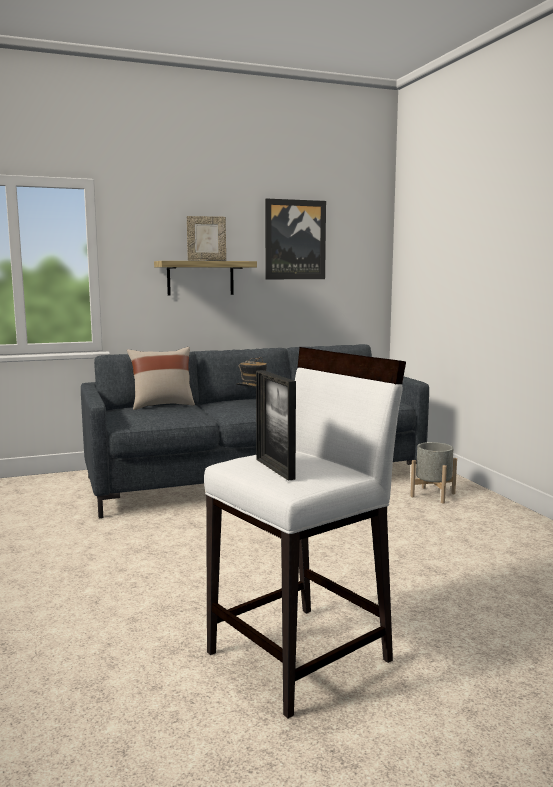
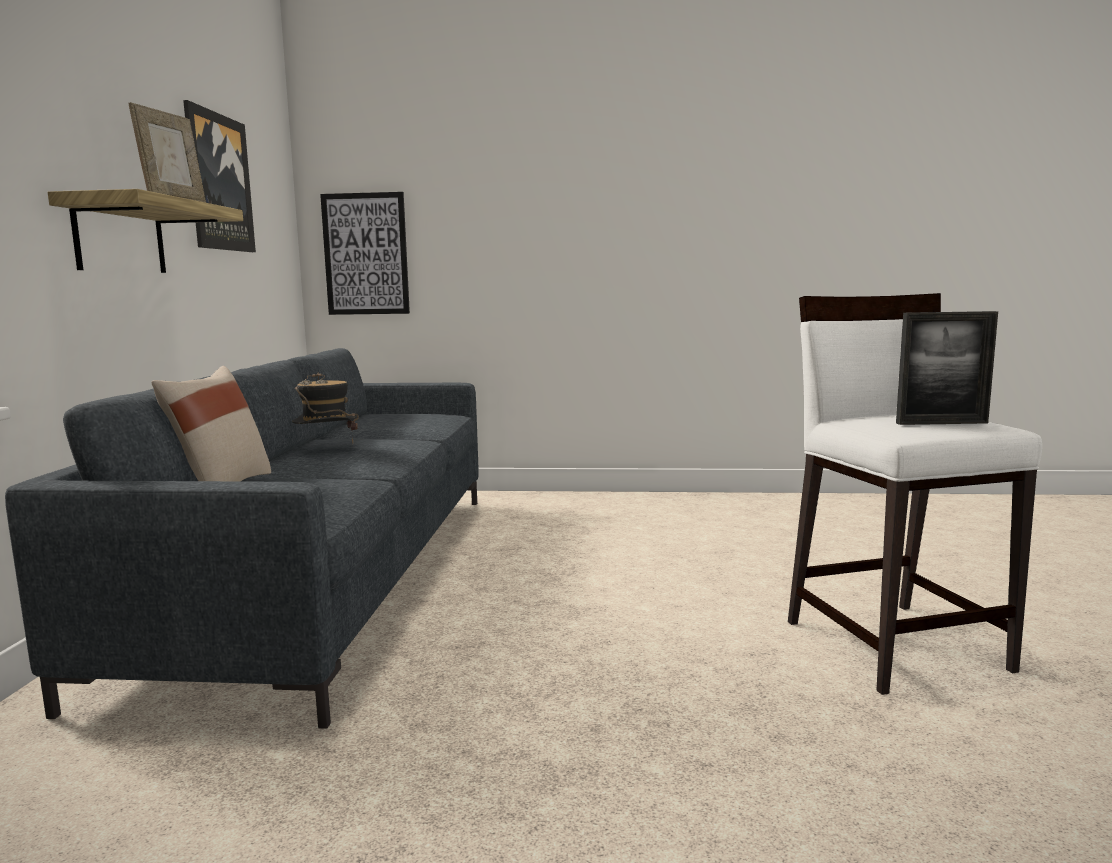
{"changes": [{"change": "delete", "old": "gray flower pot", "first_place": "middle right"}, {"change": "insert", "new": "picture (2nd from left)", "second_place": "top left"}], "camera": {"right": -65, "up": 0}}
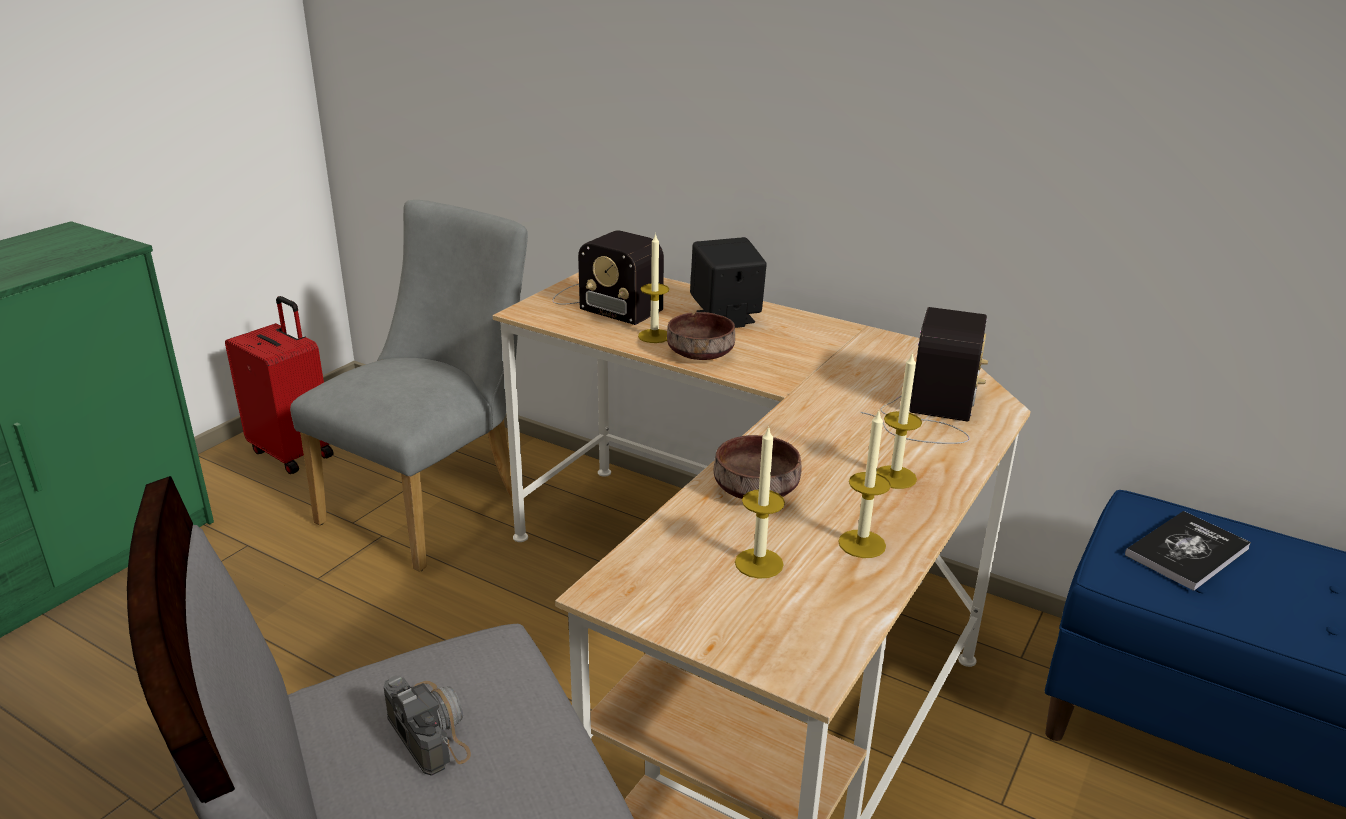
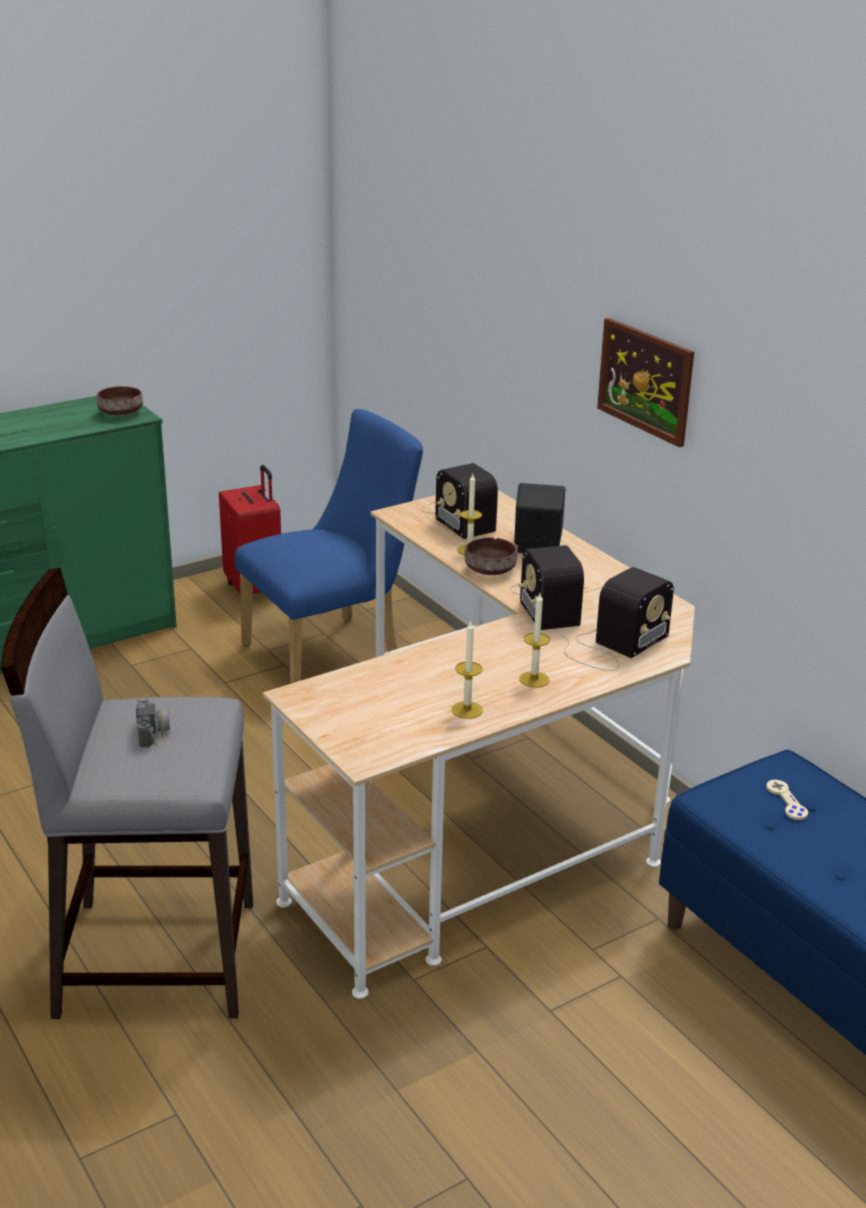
{"changes": [{"change": "delete", "old": "candle (2nd from left)", "first_place": "centre"}, {"change": "insert", "new": "radio (2nd from left)", "second_place": "centre"}, {"change": "insert", "new": "picture", "second_place": "top right"}, {"change": "move", "old": "brown-coloured serving bowl (2nd from left in the first image)", "new": "brown-coloured serving bowl (1st from left)", "first_place": "centre", "second_place": "top left"}, {"change": "replace", "old": "bound book", "new": "sand-coloured joypad", "first_place": "bottom right", "second_place": "middle right"}, {"change": "recolor", "old": "gray chair", "new": "blue chair", "first_place": "middle left", "second_place": "centre"}], "camera": {"right": 25, "up": 0}}
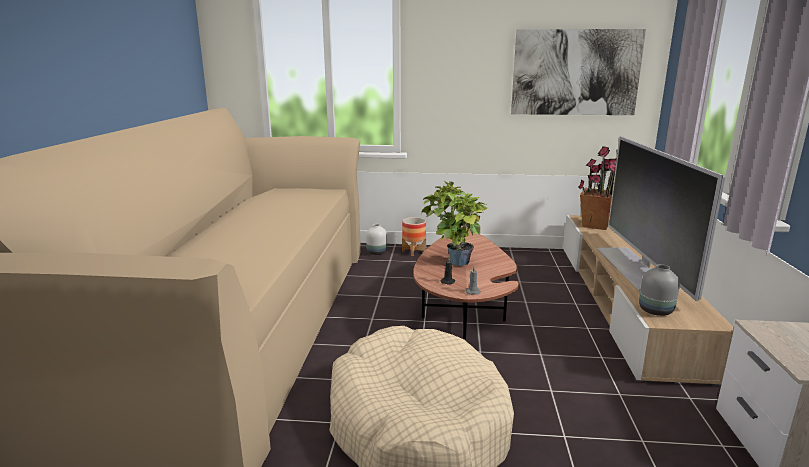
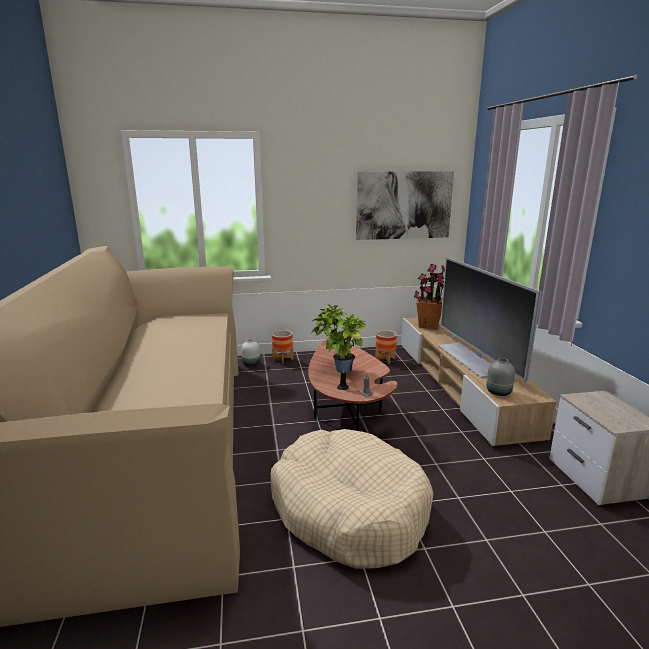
{"changes": [{"change": "insert", "new": "flower pot (2nd from left)", "second_place": "centre"}], "camera": {"right": -15, "up": 0}}
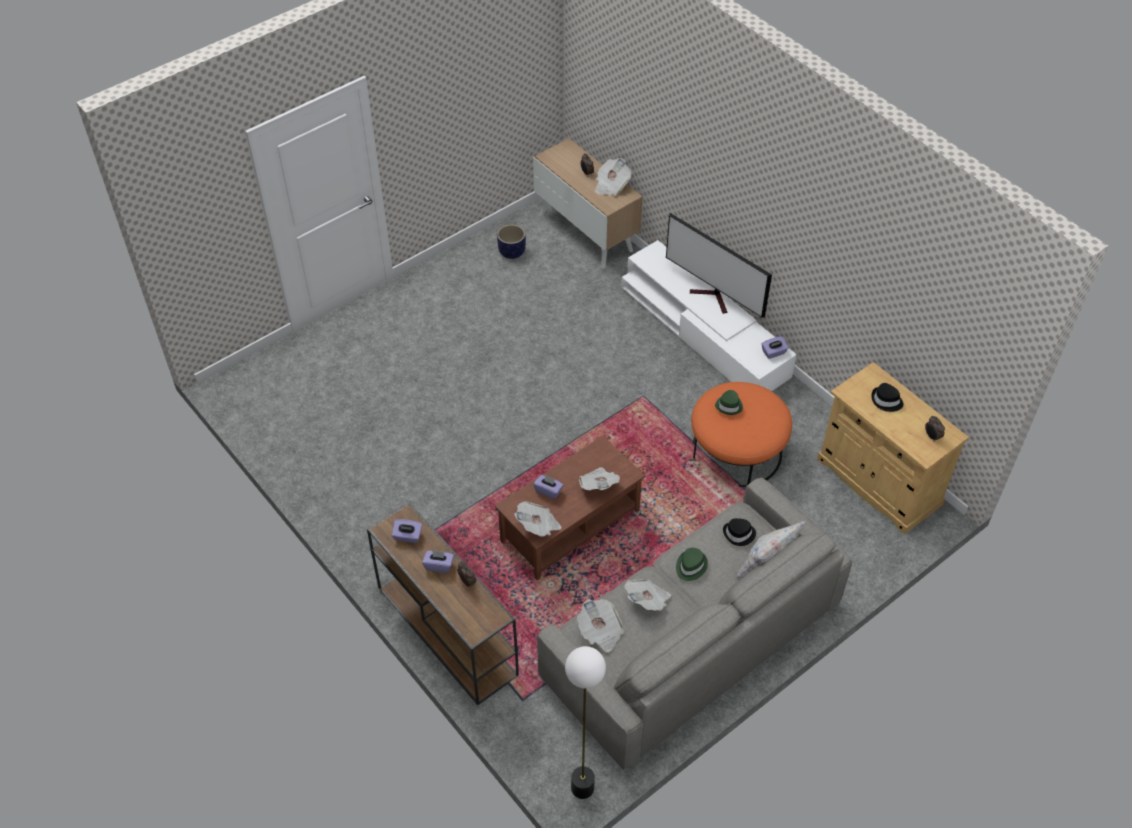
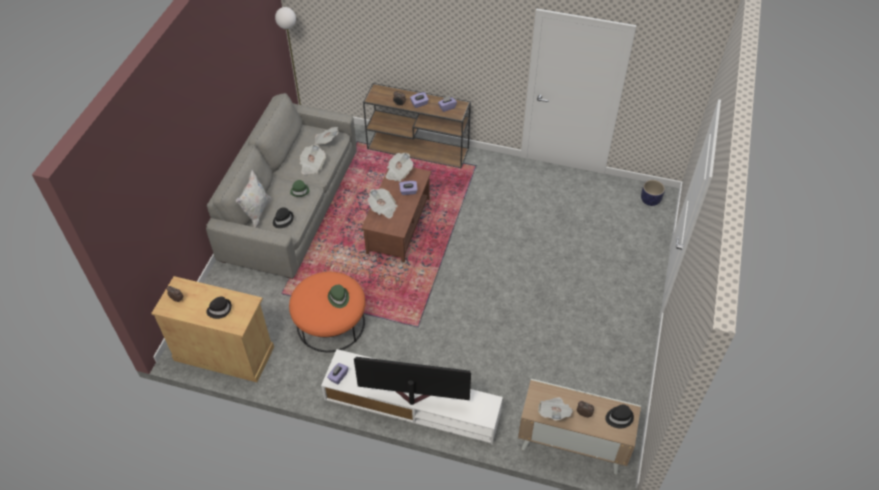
{"changes": [{"change": "insert", "new": "black wearable hat (3rd from left)", "second_place": "bottom right"}, {"change": "move", "old": "flower pot", "first_place": "top centre", "second_place": "middle right"}], "camera": {"right": 145, "up": 0}}
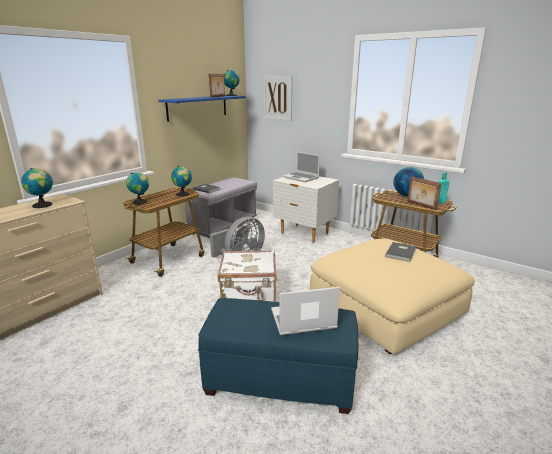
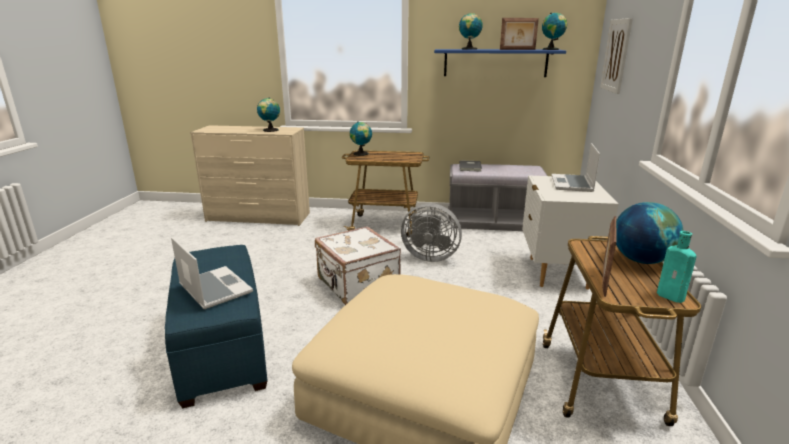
{"changes": [{"change": "delete", "old": "gray bound book (2nd from left)", "first_place": "middle right"}, {"change": "move", "old": "desk globe (3rd from left)", "first_place": "middle left", "second_place": "top centre"}], "camera": {"right": 60, "up": 0}}
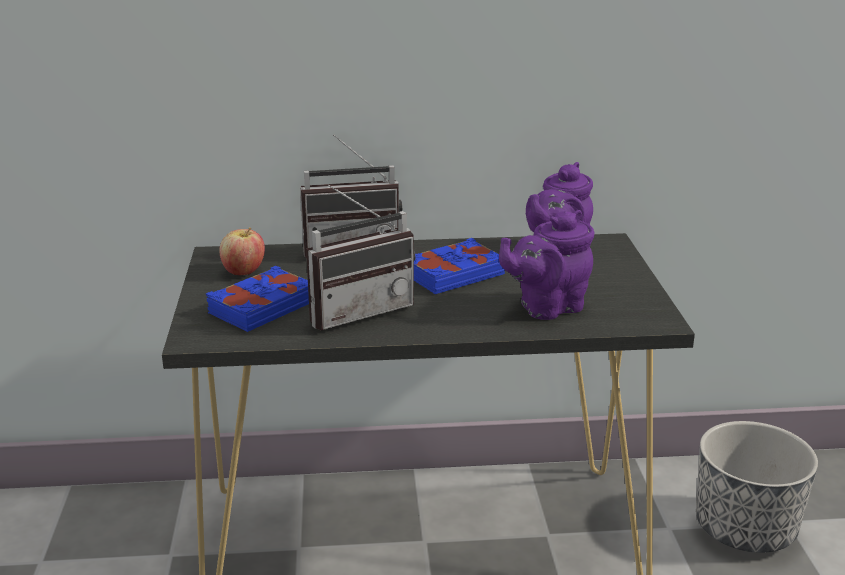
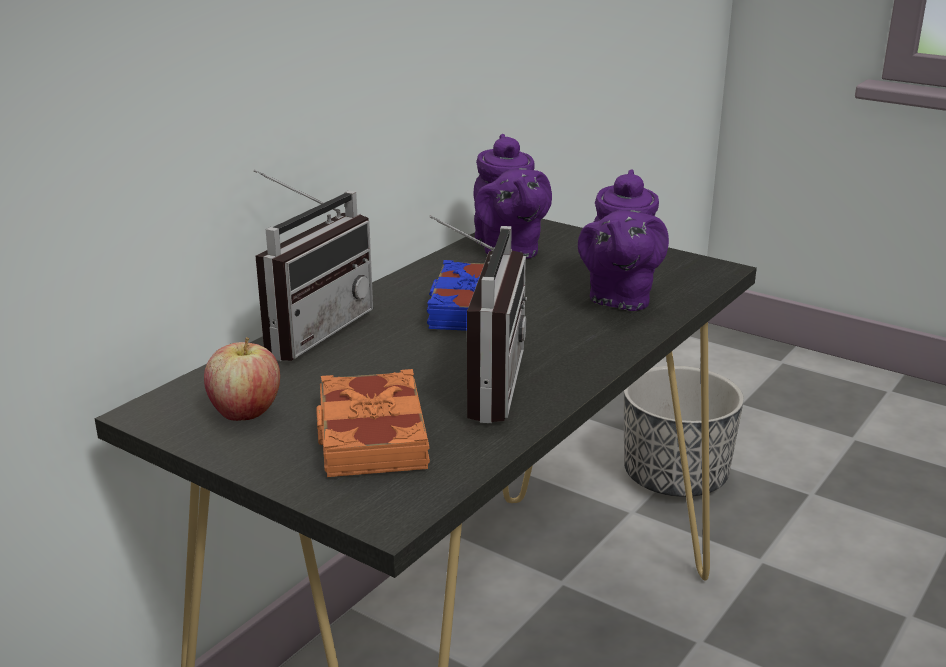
{"changes": [{"change": "recolor", "old": "blue bound book (1st from left)", "new": "orange-coloured bound book", "first_place": "middle left", "second_place": "centre"}], "camera": {"right": -50, "up": 0}}
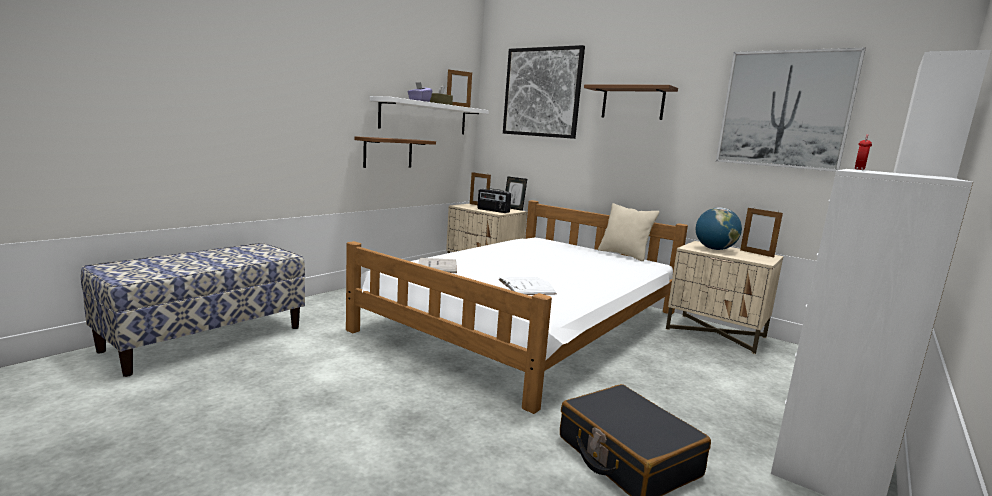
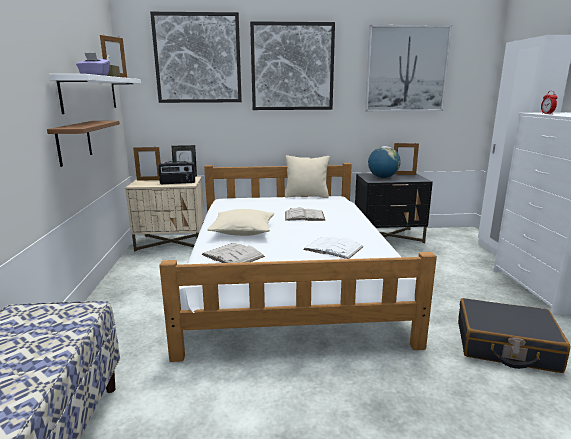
{"changes": [{"change": "insert", "new": "sand-coloured cushion (1st from left)", "second_place": "centre"}, {"change": "insert", "new": "white bound book (2nd from left)", "second_place": "centre"}, {"change": "replace", "old": "brown-coloured shelf (2nd from left)", "new": "picture (2nd from left)", "first_place": "top centre", "second_place": "top centre"}, {"change": "recolor", "old": "sand-coloured bedside table (2nd from left)", "new": "black bedside table", "first_place": "middle right", "second_place": "middle right"}], "camera": {"right": -40, "up": 5}}
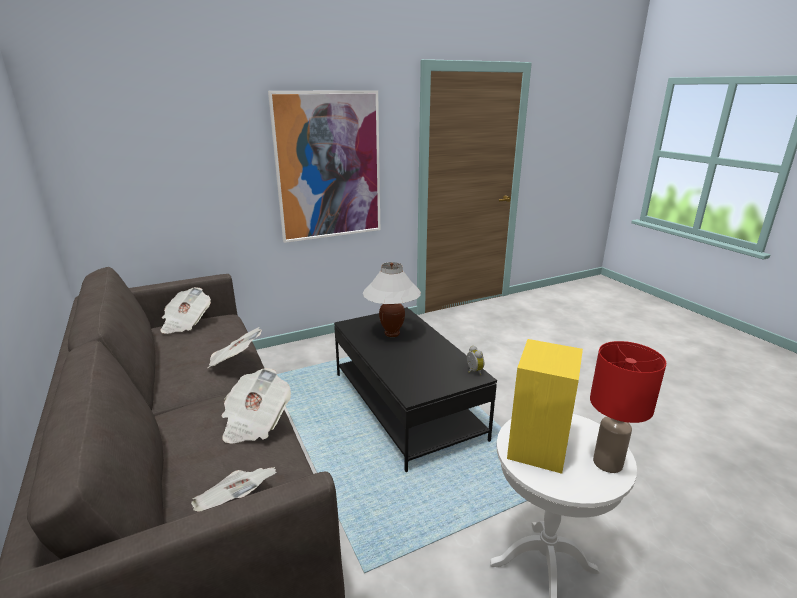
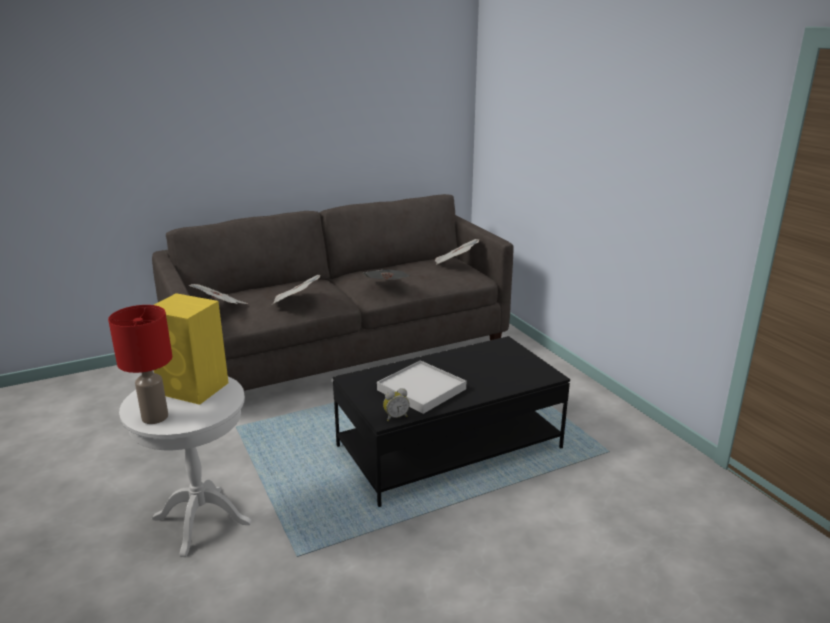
{"changes": [{"change": "delete", "old": "picture", "first_place": "top centre"}, {"change": "delete", "old": "white tabletop lamp", "first_place": "centre"}, {"change": "insert", "new": "white tray", "second_place": "centre"}], "camera": {"right": 90, "up": 0}}
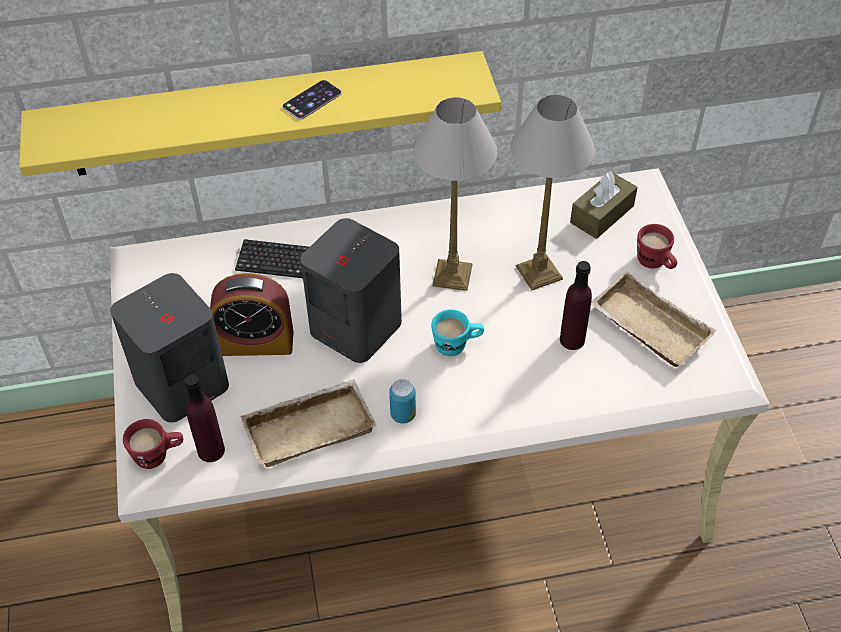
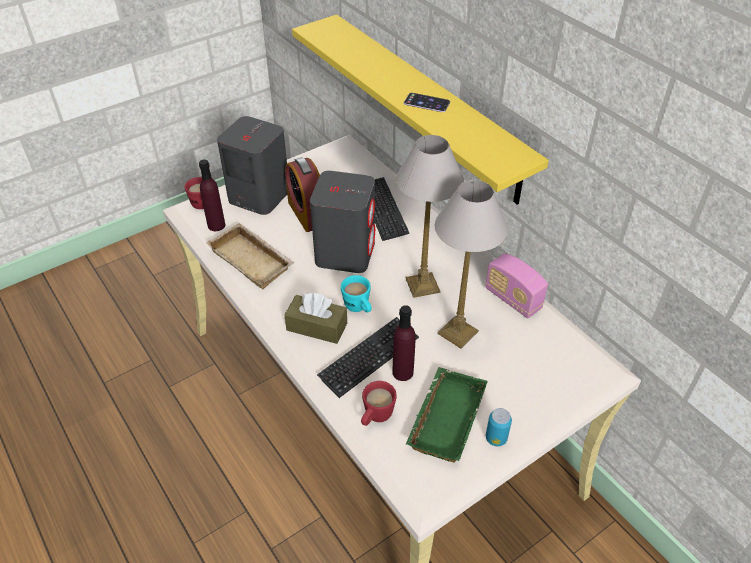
{"changes": [{"change": "insert", "new": "keyboard (1st from left)", "second_place": "centre"}, {"change": "insert", "new": "radio", "second_place": "middle right"}, {"change": "move", "old": "sealed can", "first_place": "centre", "second_place": "bottom centre"}, {"change": "move", "old": "brown-coloured box of tissues", "first_place": "top right", "second_place": "centre"}, {"change": "move", "old": "reddish tea mug (2nd from left)", "first_place": "middle right", "second_place": "bottom centre"}, {"change": "recolor", "old": "sand-coloured tray (2nd from left)", "new": "greenish tray", "first_place": "middle right", "second_place": "bottom centre"}], "camera": {"right": 65, "up": -5}}
